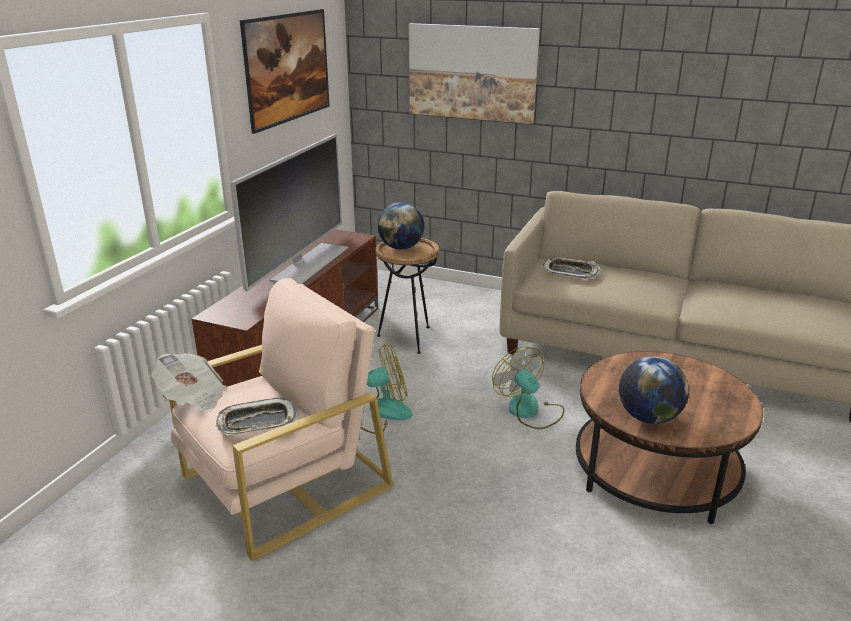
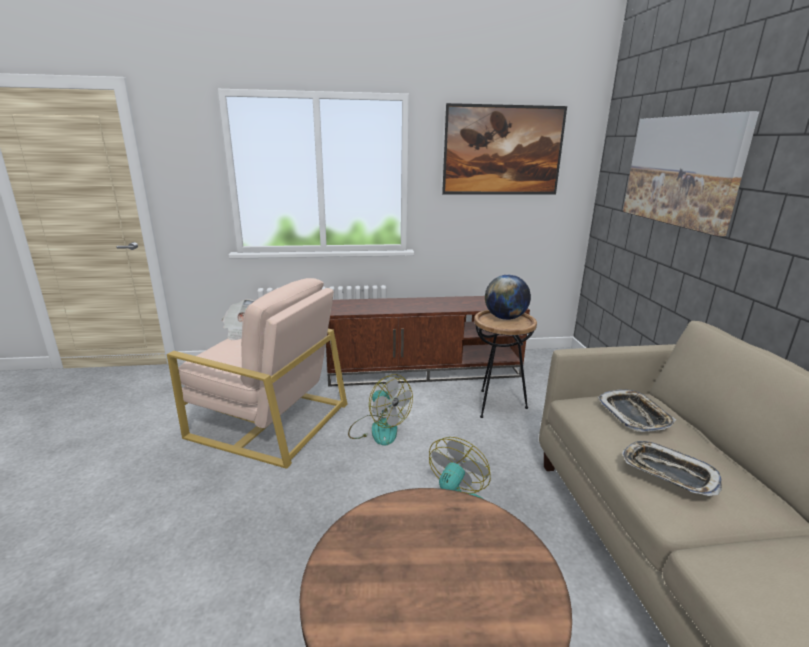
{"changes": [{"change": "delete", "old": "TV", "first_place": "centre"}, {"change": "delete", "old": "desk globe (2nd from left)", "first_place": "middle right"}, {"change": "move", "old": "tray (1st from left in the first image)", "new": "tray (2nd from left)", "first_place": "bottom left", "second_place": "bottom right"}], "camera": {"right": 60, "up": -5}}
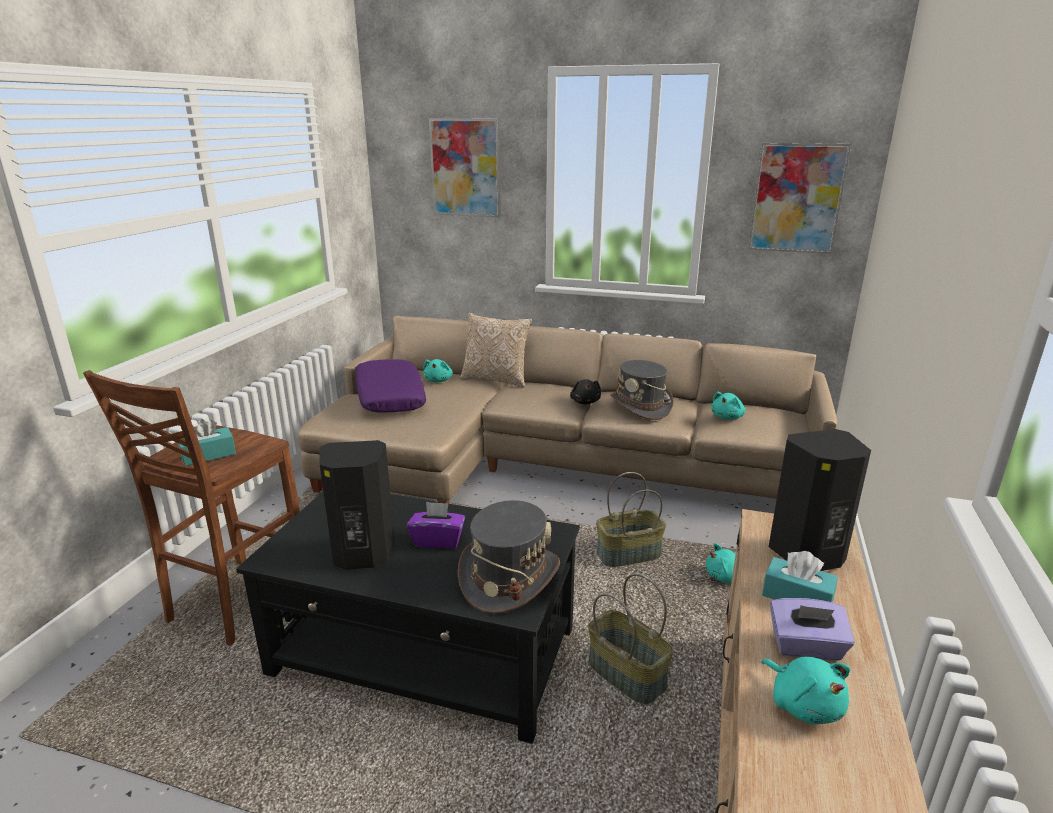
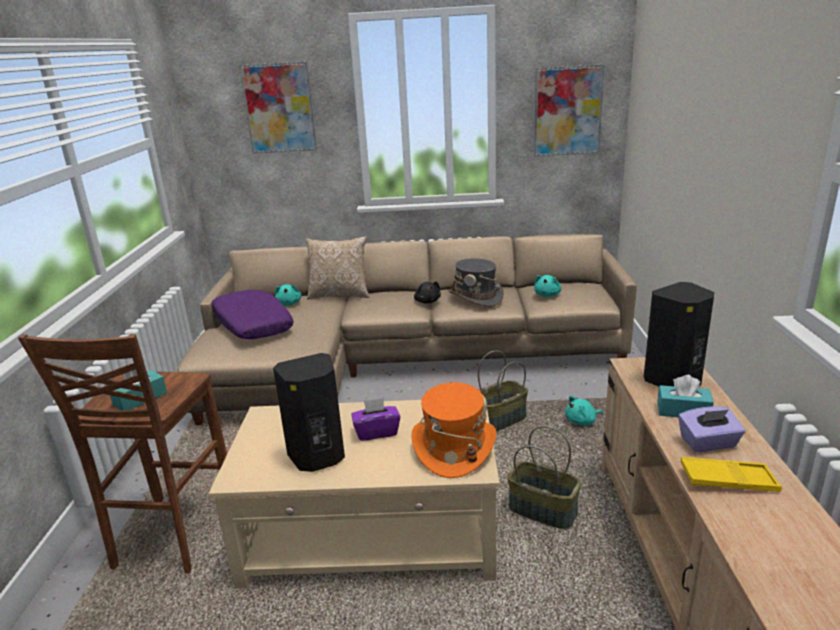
{"changes": [{"change": "replace", "old": "blue-green plush toy (4th from left)", "new": "yellow-coloured tray", "first_place": "bottom right", "second_place": "bottom right"}, {"change": "recolor", "old": "black coffee table", "new": "sand-coloured coffee table", "first_place": "bottom centre", "second_place": "bottom centre"}, {"change": "recolor", "old": "gray wearable hat (1st from left)", "new": "orange-coloured wearable hat", "first_place": "bottom centre", "second_place": "bottom centre"}], "camera": {"right": -15, "up": 0}}
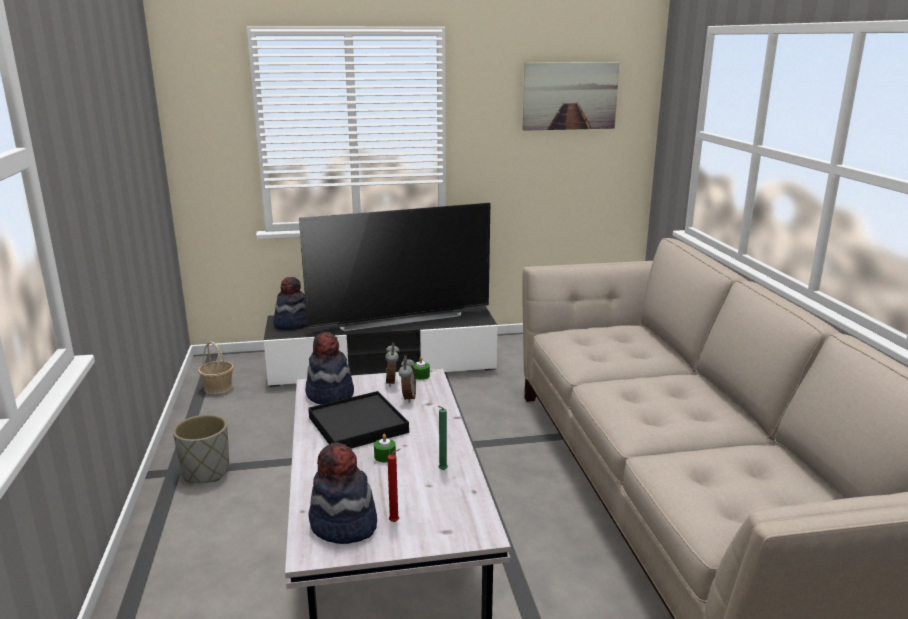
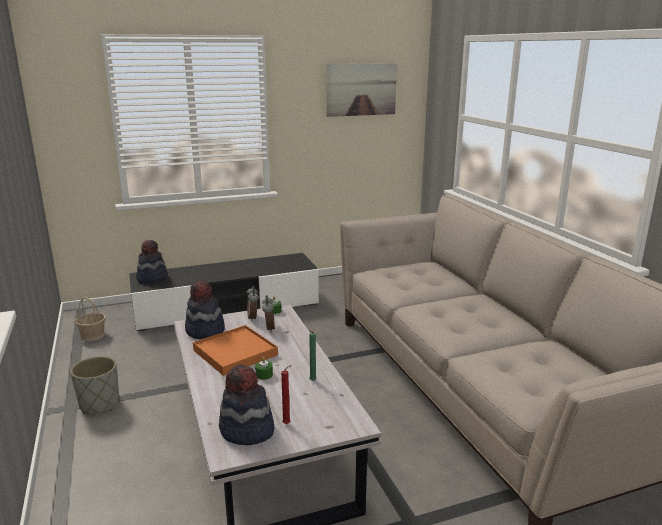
{"changes": [{"change": "delete", "old": "TV", "first_place": "centre"}, {"change": "recolor", "old": "black tray", "new": "orange-coloured tray", "first_place": "bottom centre", "second_place": "bottom centre"}], "camera": {"right": -10, "up": 0}}
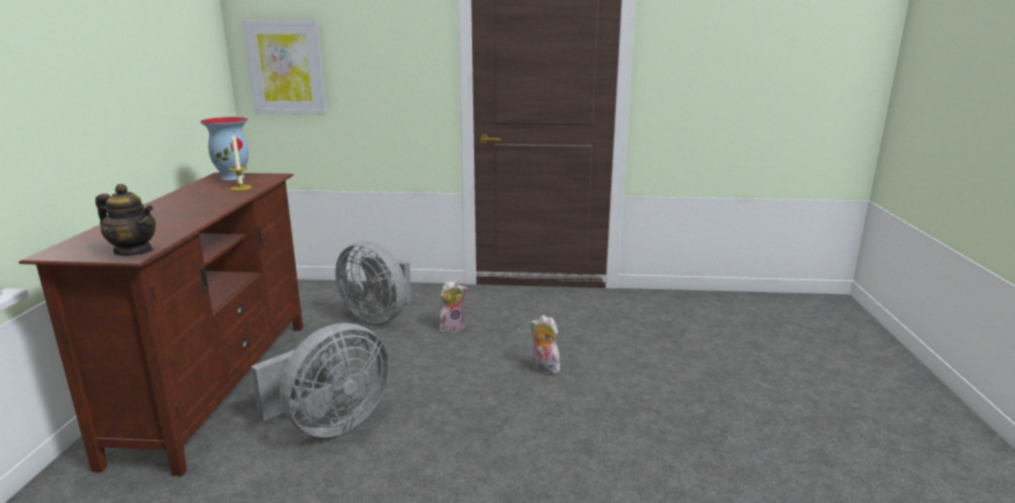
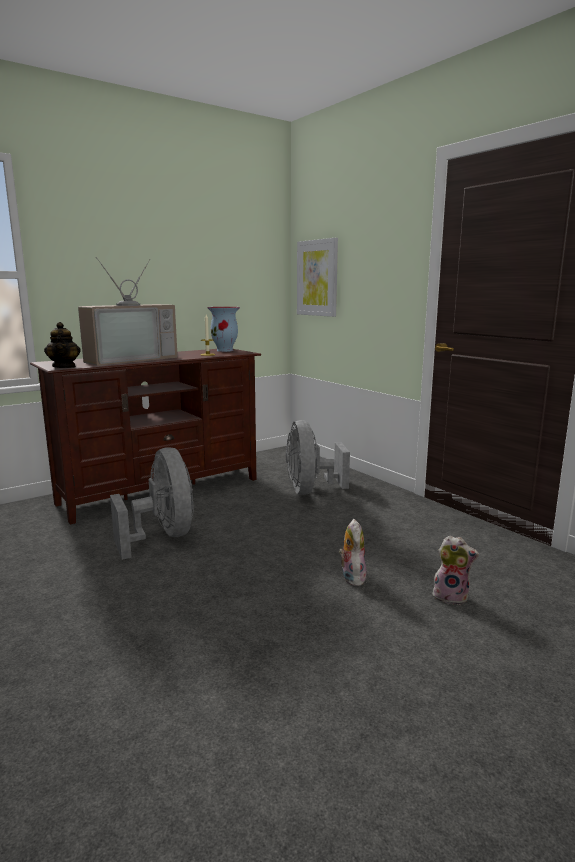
{"changes": [{"change": "insert", "new": "TV", "second_place": "middle left"}, {"change": "move", "old": "plush toy (1st from left in the first image)", "new": "plush toy (2nd from left)", "first_place": "centre", "second_place": "middle right"}, {"change": "rotate", "old": "gray electric fan (1st from left)", "first_place": "bottom left", "second_place": "middle left", "degrees": -120}], "camera": {"right": 50, "up": -5}}
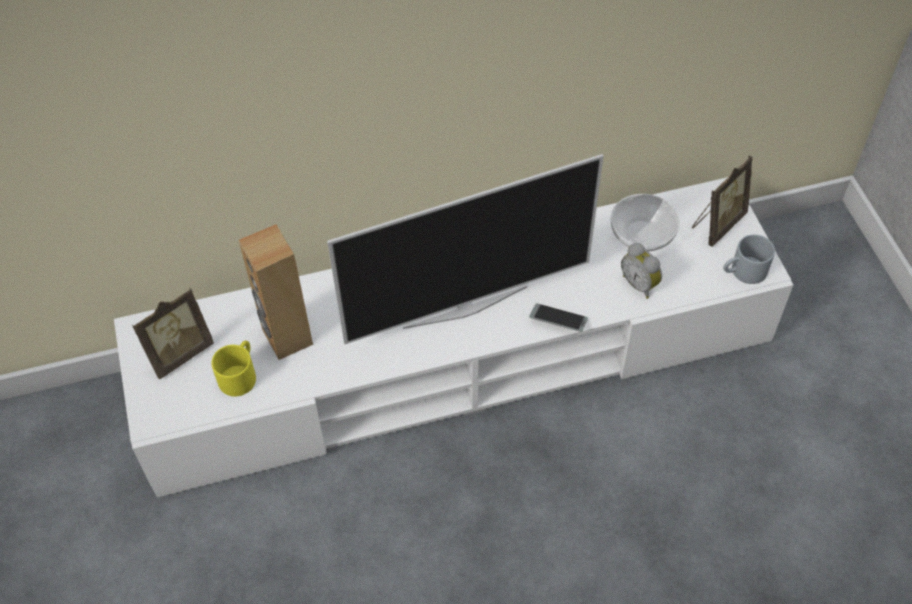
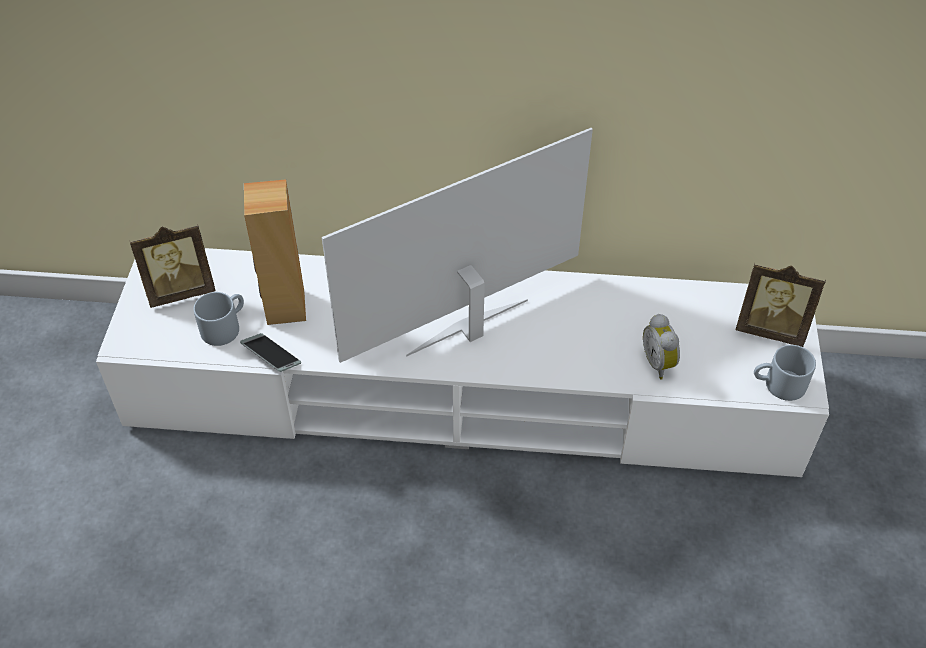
{"changes": [{"change": "delete", "old": "serving bowl", "first_place": "middle right"}, {"change": "move", "old": "telephone", "first_place": "centre", "second_place": "middle left"}, {"change": "recolor", "old": "yellow-coloured tea mug", "new": "gray tea mug (1st from left)", "first_place": "middle left", "second_place": "middle left"}, {"change": "rotate", "old": "TV", "first_place": "centre", "second_place": "centre", "degrees": 150}, {"change": "rotate", "old": "picture frame (2nd from left)", "first_place": "top right", "second_place": "middle right", "degrees": 45}], "camera": {"right": 20, "up": -5}}
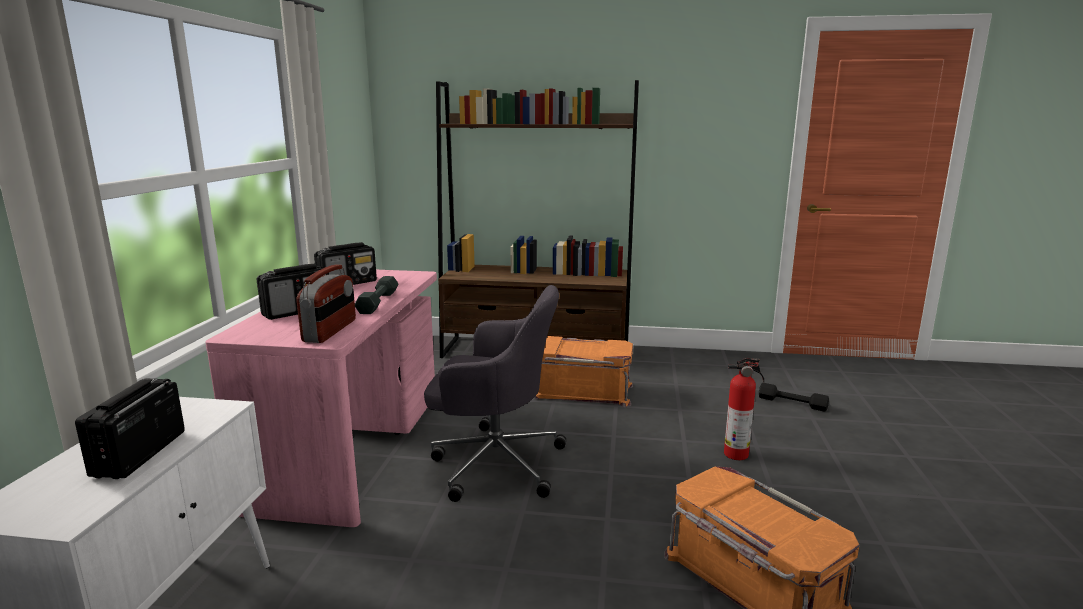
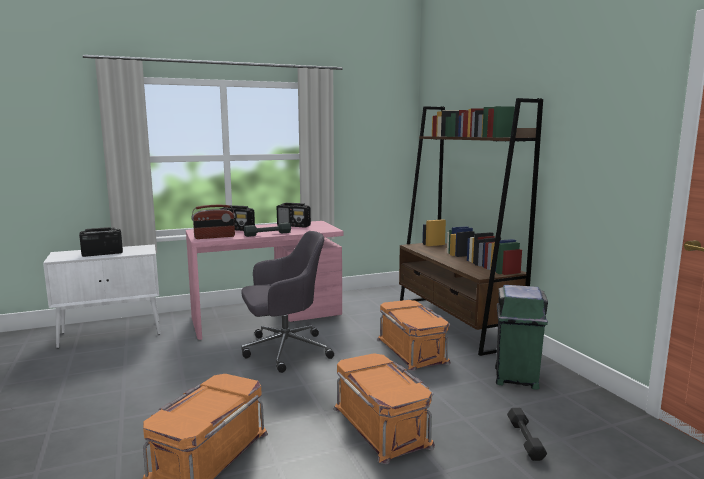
{"changes": [{"change": "insert", "new": "greenish waste bin", "second_place": "bottom right"}, {"change": "replace", "old": "fire extinguisher", "new": "orange-coloured storage bin (2nd from left)", "first_place": "bottom right", "second_place": "bottom centre"}, {"change": "rotate", "old": "gray office chair", "first_place": "centre", "second_place": "centre", "degrees": -90}], "camera": {"right": 60, "up": -5}}
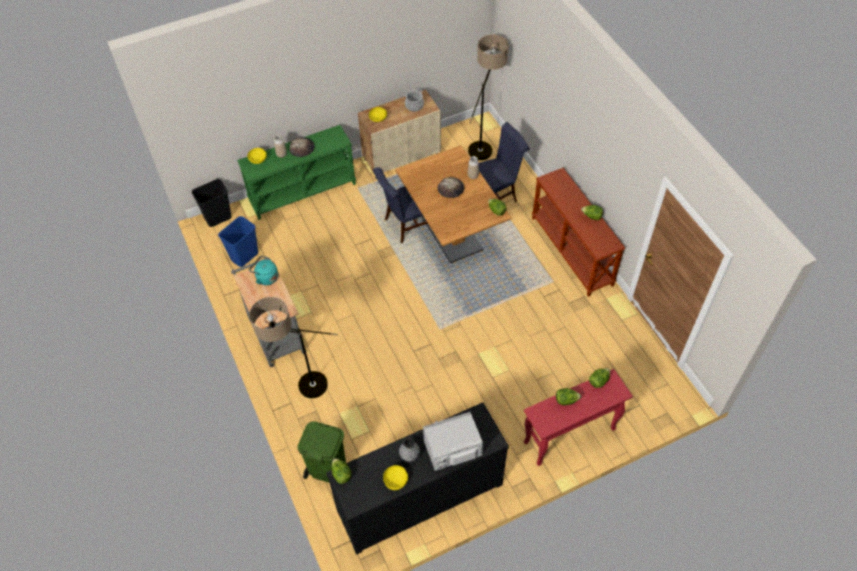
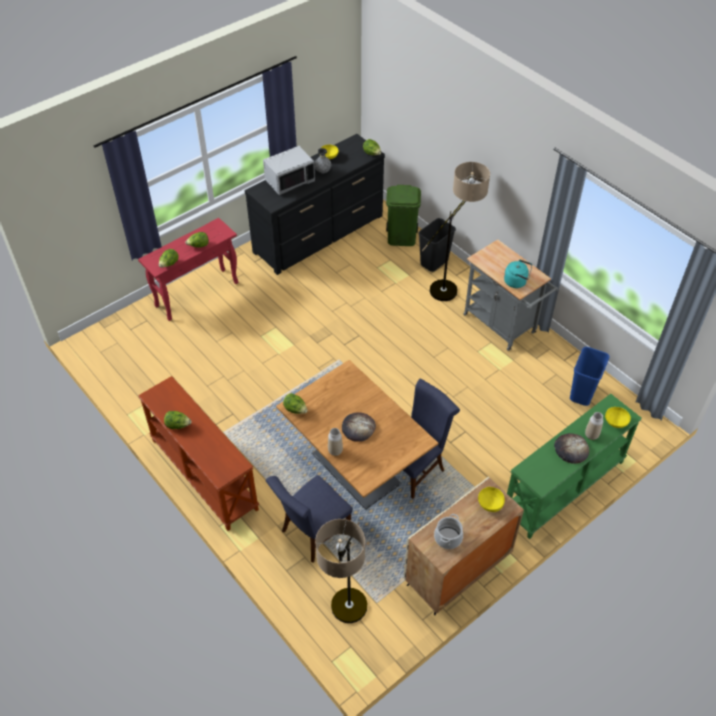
{"changes": [{"change": "move", "old": "black waste bin", "first_place": "middle left", "second_place": "centre"}], "camera": {"right": 165, "up": -5}}
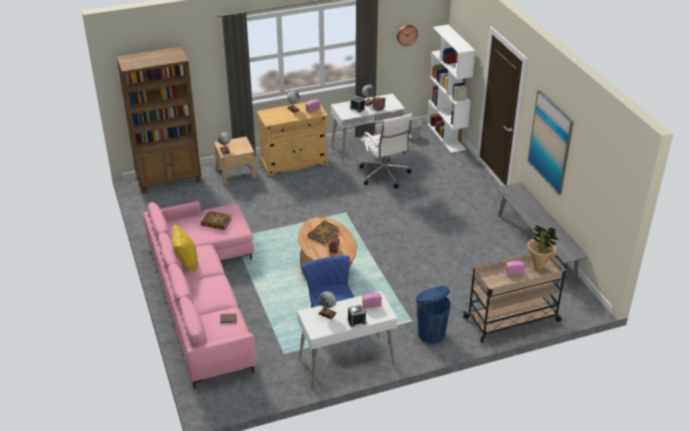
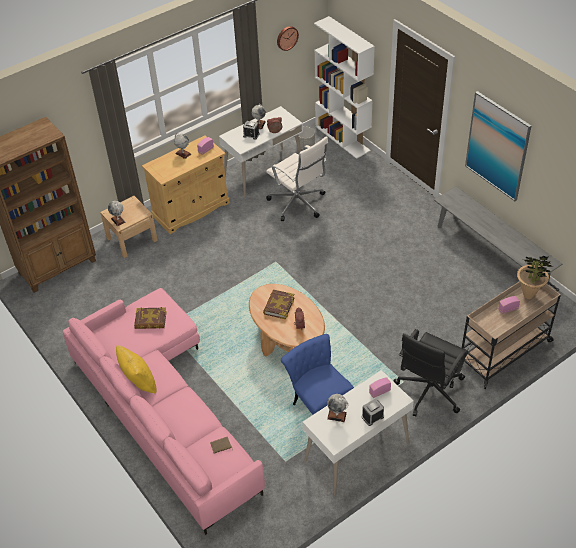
{"changes": [{"change": "replace", "old": "blue waste bin", "new": "black office chair", "first_place": "bottom centre", "second_place": "bottom right"}], "camera": {"right": -15, "up": 10}}
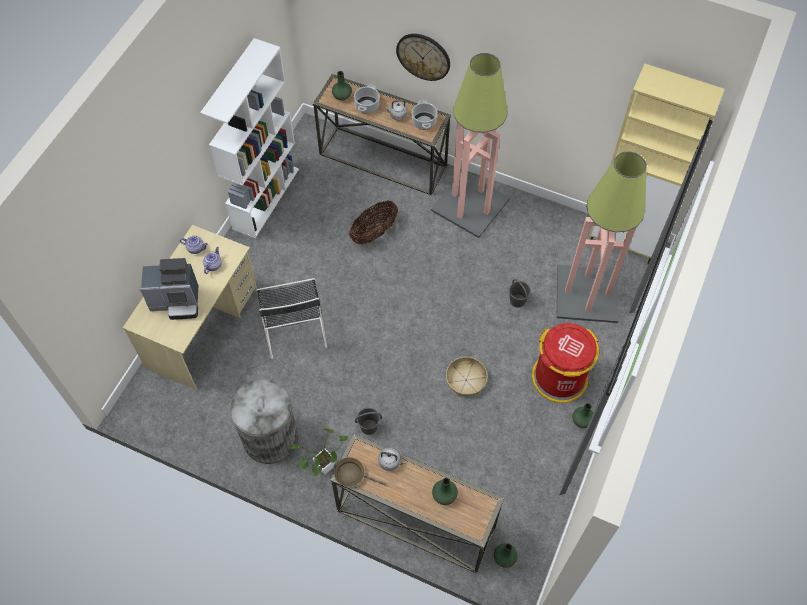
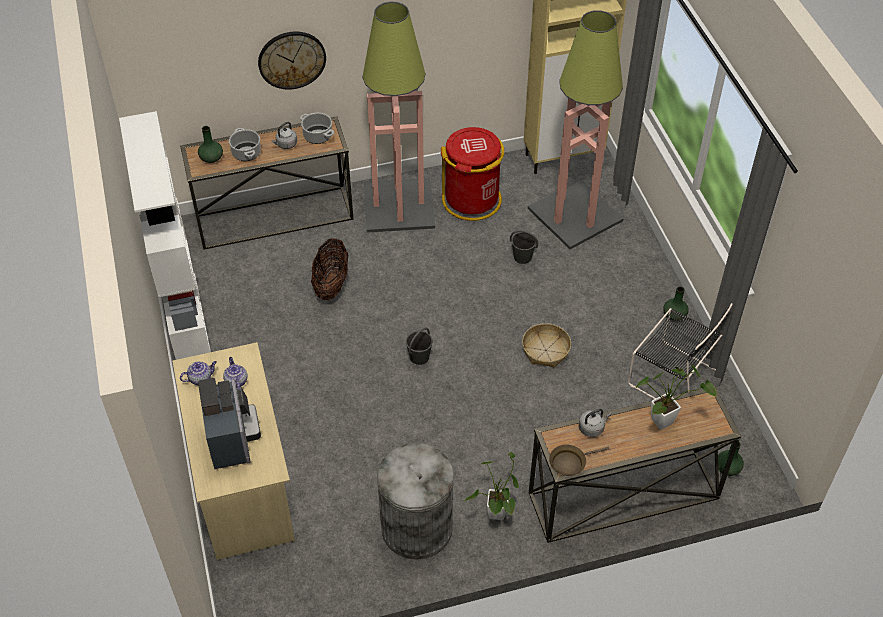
{"changes": [{"change": "move", "old": "black chair", "first_place": "centre", "second_place": "middle right"}, {"change": "move", "old": "gray pail (1st from left)", "first_place": "bottom centre", "second_place": "centre"}, {"change": "move", "old": "reddish waste bin", "first_place": "middle right", "second_place": "top centre"}, {"change": "replace", "old": "greenish vase (2nd from left)", "new": "plant in a pot (2nd from left)", "first_place": "bottom centre", "second_place": "middle right"}, {"change": "rotate", "old": "coffee brewer", "first_place": "middle left", "second_place": "bottom left", "degrees": -60}], "camera": {"right": -40, "up": -10}}
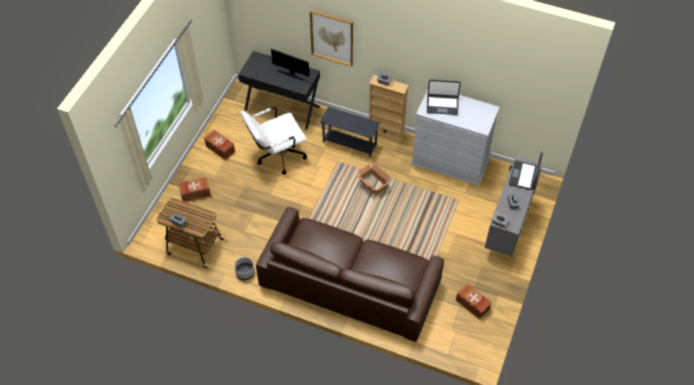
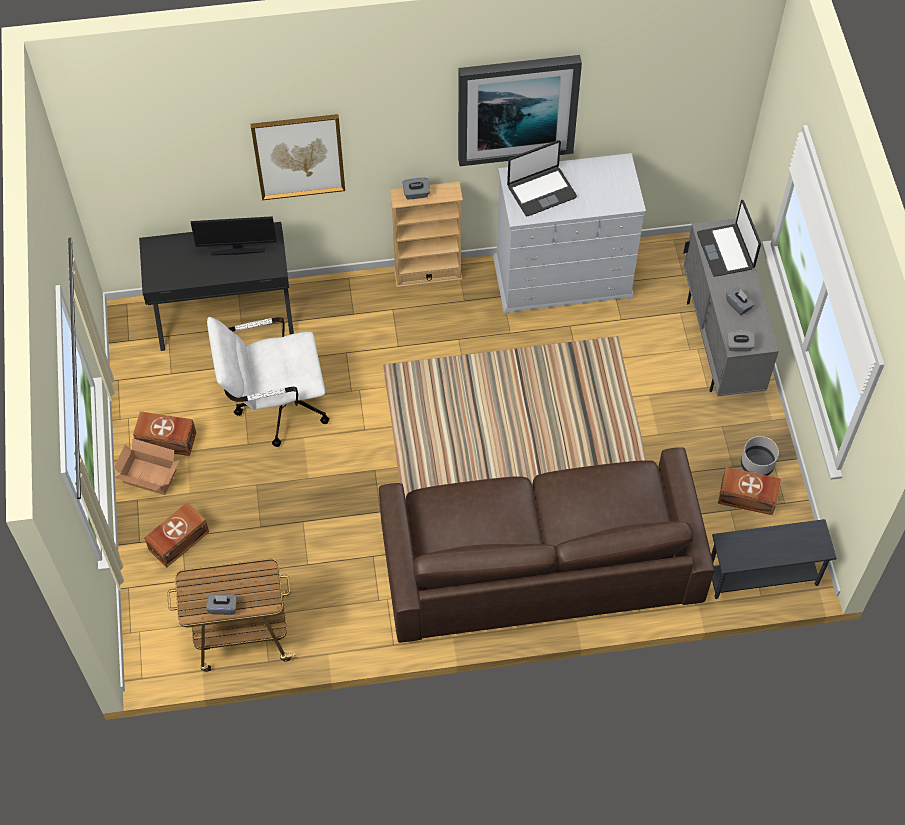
{"changes": [{"change": "insert", "new": "picture (2nd from left)", "second_place": "top centre"}, {"change": "move", "old": "gray flower pot", "first_place": "bottom centre", "second_place": "middle right"}, {"change": "move", "old": "gray side table", "first_place": "centre", "second_place": "bottom right"}, {"change": "move", "old": "packing box", "first_place": "centre", "second_place": "middle left"}, {"change": "rotate", "old": "white office chair", "first_place": "centre", "second_place": "middle left", "degrees": 45}], "camera": {"right": -30, "up": 5}}
